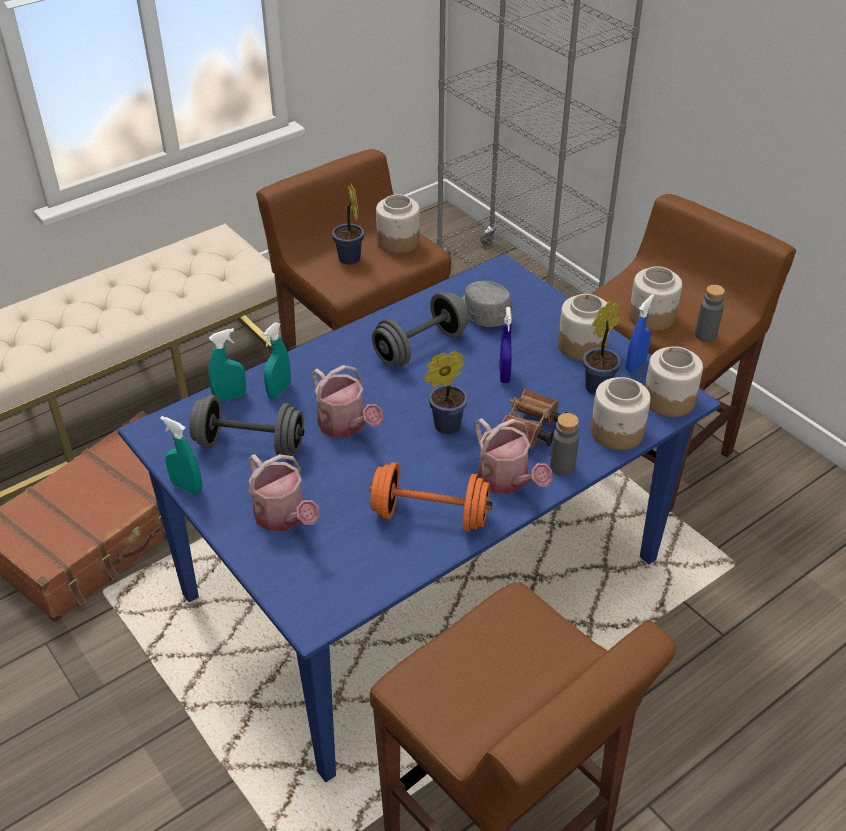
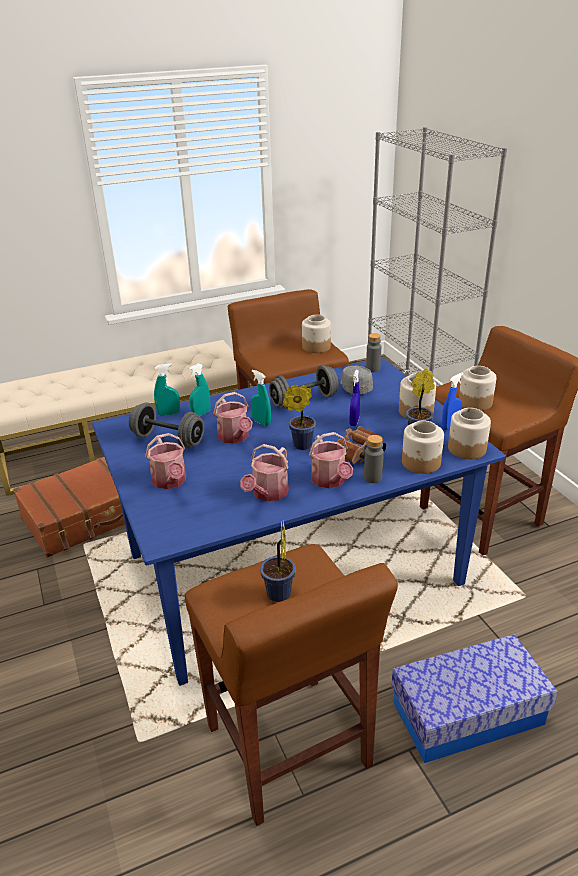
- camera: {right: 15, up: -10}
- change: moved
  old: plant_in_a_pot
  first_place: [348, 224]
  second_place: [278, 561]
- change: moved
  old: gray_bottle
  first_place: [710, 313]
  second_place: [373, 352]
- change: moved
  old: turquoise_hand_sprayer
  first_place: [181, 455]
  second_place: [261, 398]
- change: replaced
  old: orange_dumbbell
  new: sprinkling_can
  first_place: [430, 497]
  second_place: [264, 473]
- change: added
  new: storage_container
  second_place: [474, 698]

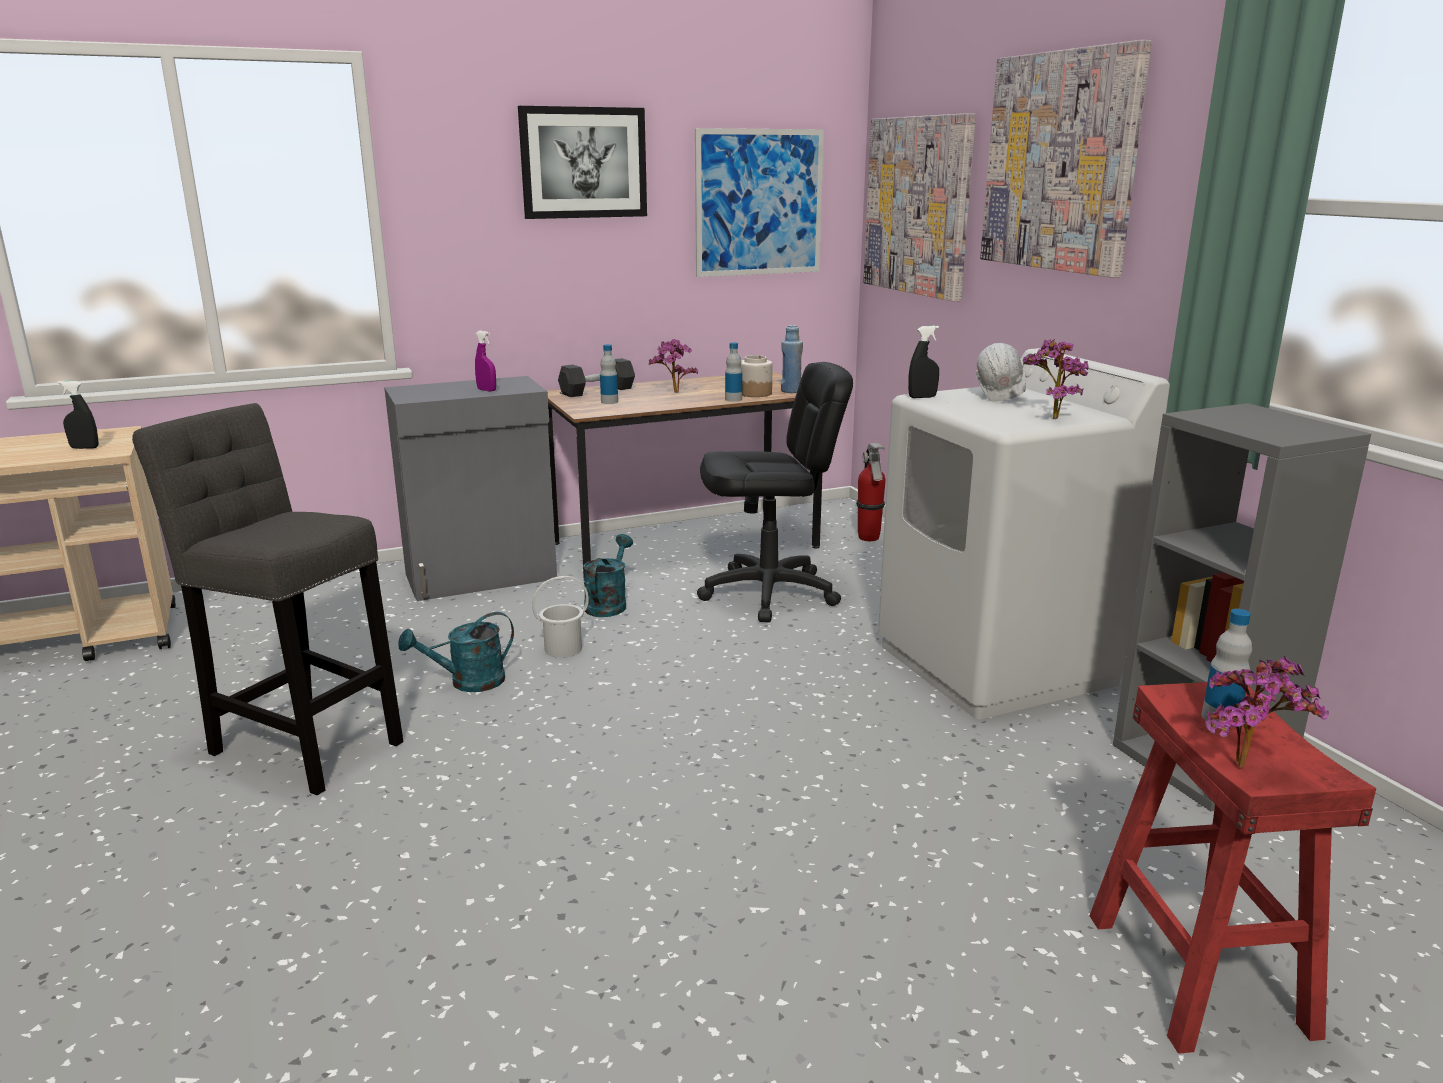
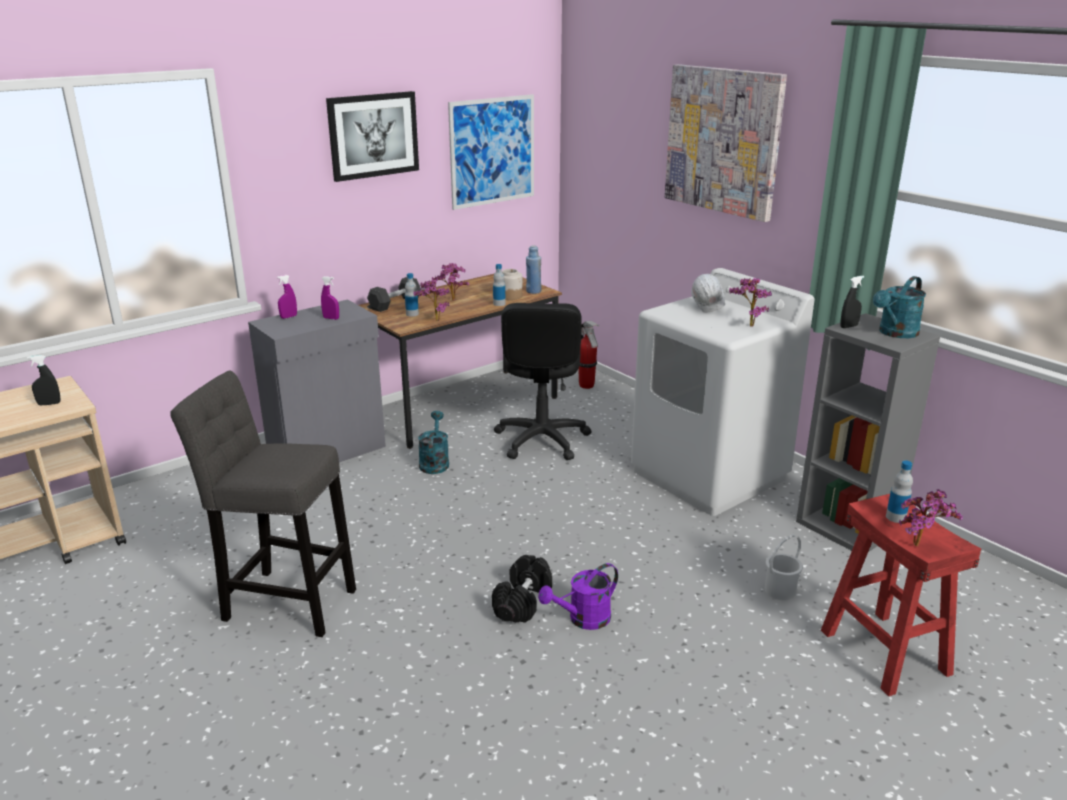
- camera: {right: -15, up: 5}
- change: removed
  old: wall_art
  first_place: [919, 207]
- change: moved
  old: black_hand_sprayer
  first_place: [923, 361]
  second_place: [852, 302]
- change: turned
  old: black_desk_chair
  first_place: [775, 492]
  second_place: [543, 381]
  degrees: 120
- change: moved
  old: whitish_pail
  first_place: [560, 617]
  second_place: [784, 567]
- change: moved
  old: turquoise_sprinkling_can
  first_place: [456, 652]
  second_place: [899, 307]
- change: added
  new: purple-coloured_hand_sprayer
  second_place: [287, 297]
- change: added
  new: plant_in_a_pot
  second_place: [431, 300]
- change: added
  new: black_dumbbell
  second_place: [522, 589]
- change: added
  new: purple-coloured_sprinkling_can
  second_place: [578, 596]

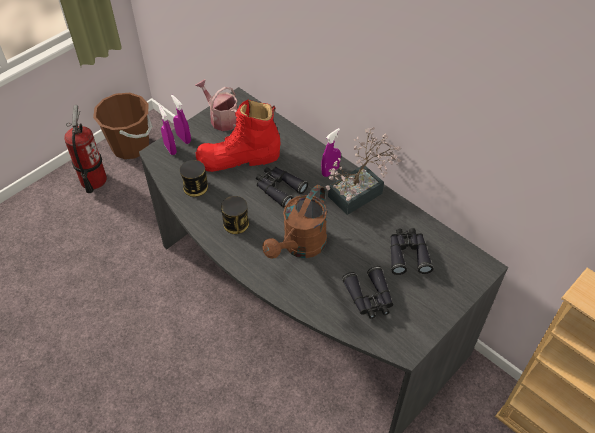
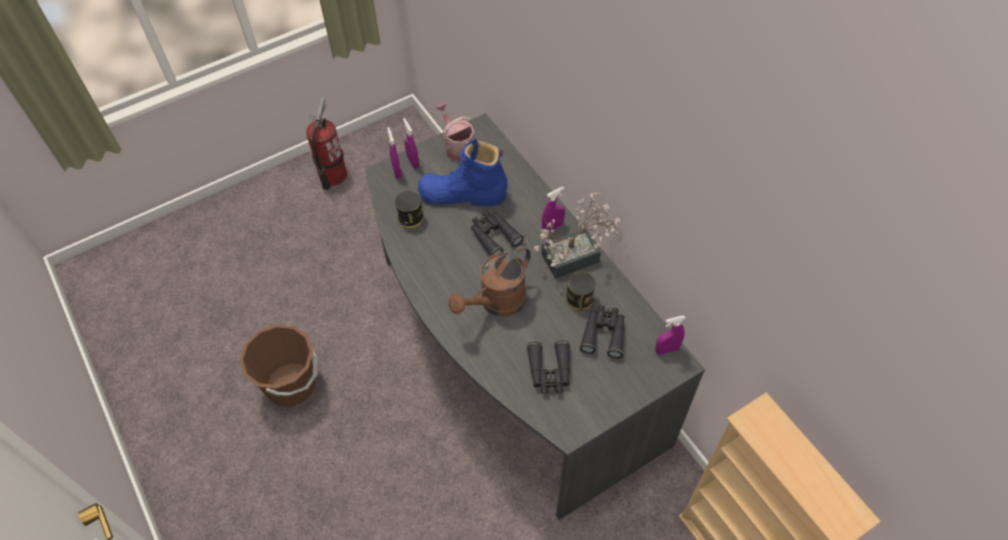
- camera: {right: 15, up: 5}
- change: moved
  old: brown_pail
  first_place: [122, 126]
  second_place: [278, 365]
- change: recoloured
  old: reddish_boot
  new: bluish_boot
  first_place: [238, 136]
  second_place: [463, 173]
- change: moved
  old: metal_can
  first_place: [235, 215]
  second_place: [581, 291]
- change: added
  new: purple-coloured_hand_sprayer
  second_place: [670, 335]

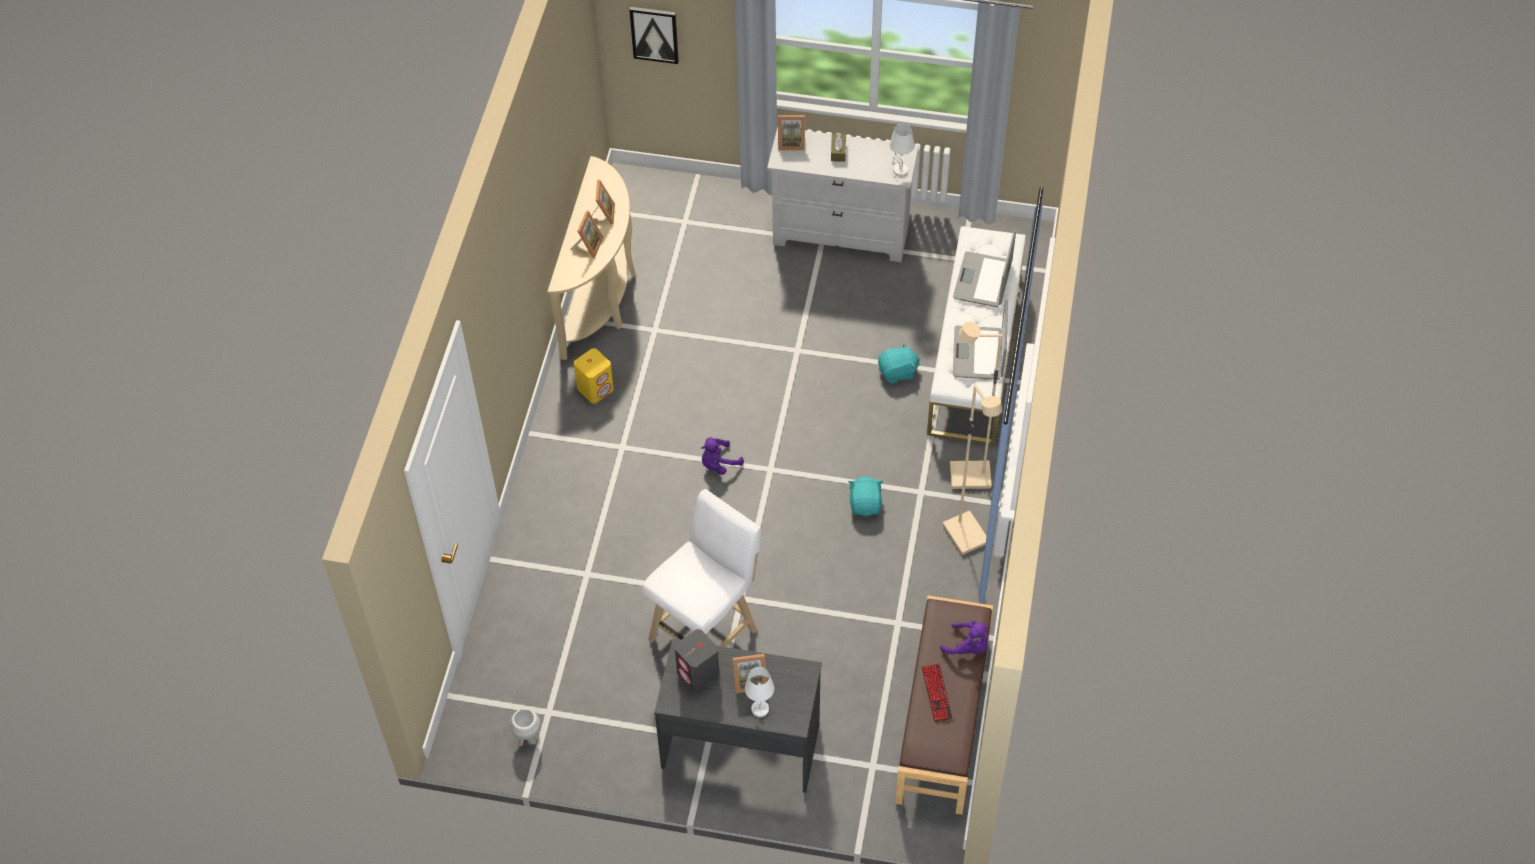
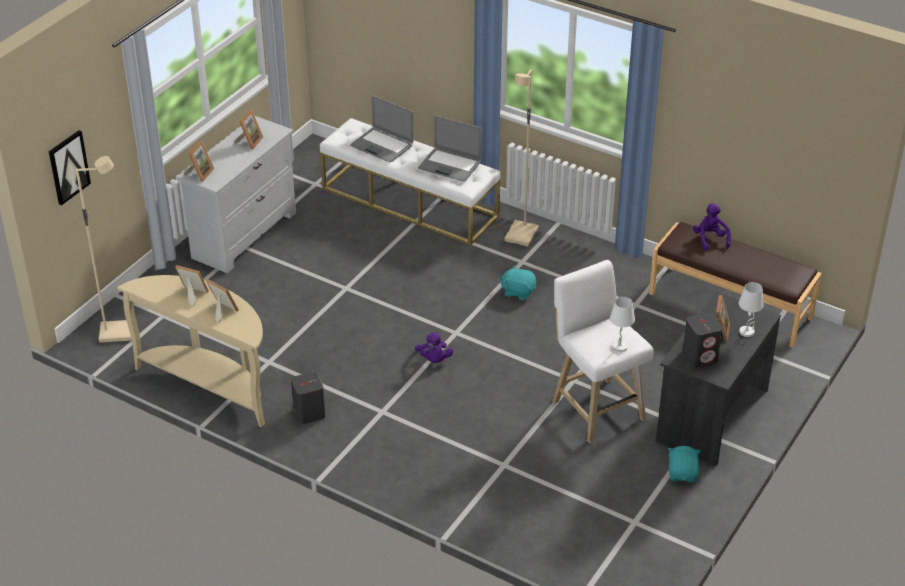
- camera: {right: -70, up: -15}
- change: moved
  old: whitish_lamp_for_a_table
  first_place: [902, 150]
  second_place: [622, 324]
- change: removed
  old: brown_box_of_tissues
  first_place: [838, 147]
- change: moved
  old: turquoise_soft_toy
  first_place: [899, 363]
  second_place: [684, 464]
- change: recoloured
  old: yellowish_loudspeaker
  new: gray_loudspeaker
  first_place: [594, 376]
  second_place: [308, 398]
- change: moved
  old: beige_standard_lamp
  first_place: [972, 469]
  second_place: [104, 249]
- change: turned
  old: purple-coloured_soft_toy
  first_place: [964, 637]
  second_place: [712, 227]
  degrees: -60
- change: removed
  old: computer_keyboard
  first_place: [937, 692]
- change: removed
  old: whitish_planter
  first_place: [525, 727]
- change: added
  new: picture_frame
  second_place: [248, 129]

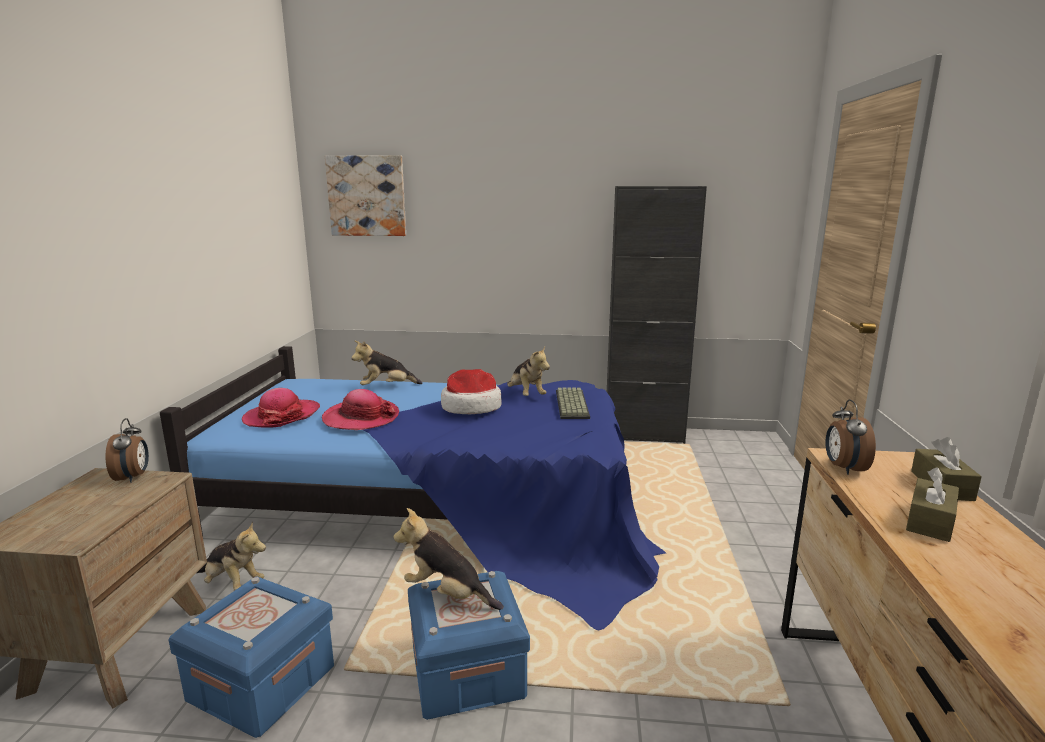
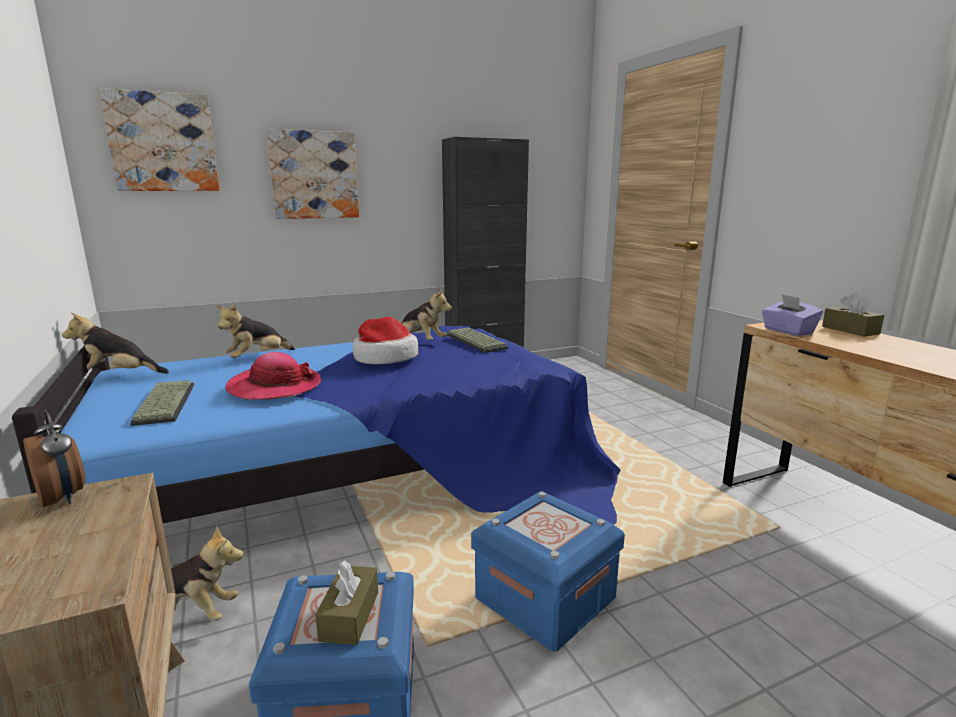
- camera: {right: -30, up: 0}
- change: replaced
  old: wearable_hat
  new: computer_keyboard
  first_place: [281, 408]
  second_place: [162, 403]
- change: replaced
  old: table_clock
  new: purple-coloured_box_of_tissues
  first_place: [850, 437]
  second_place: [792, 315]
- change: moved
  old: brown_box_of_tissues
  first_place: [932, 504]
  second_place: [346, 602]
- change: moved
  old: soft_toy
  first_place: [448, 559]
  second_place: [115, 343]
- change: added
  new: wall_art
  second_place: [312, 174]

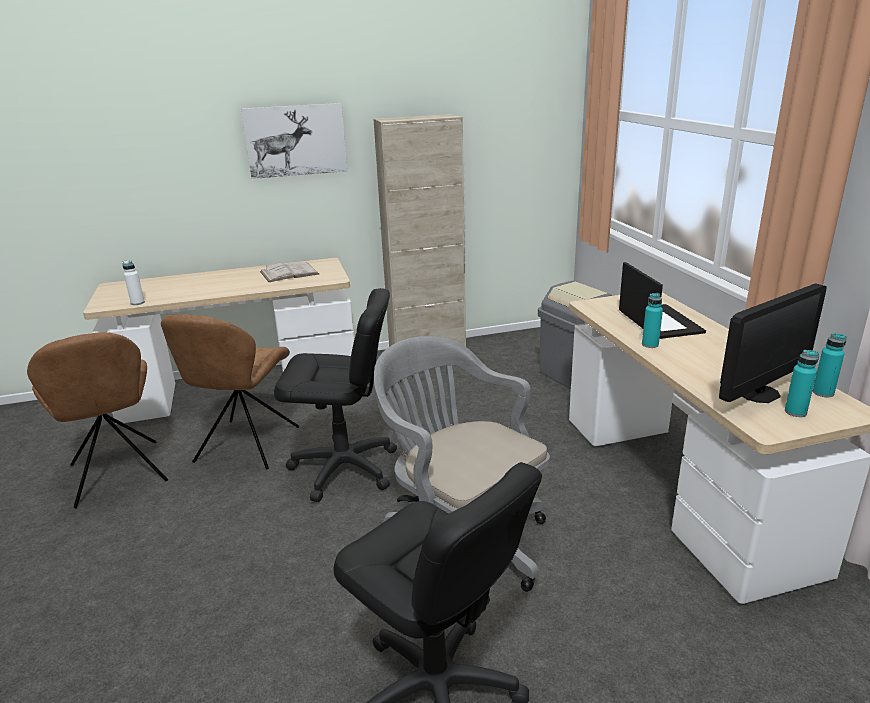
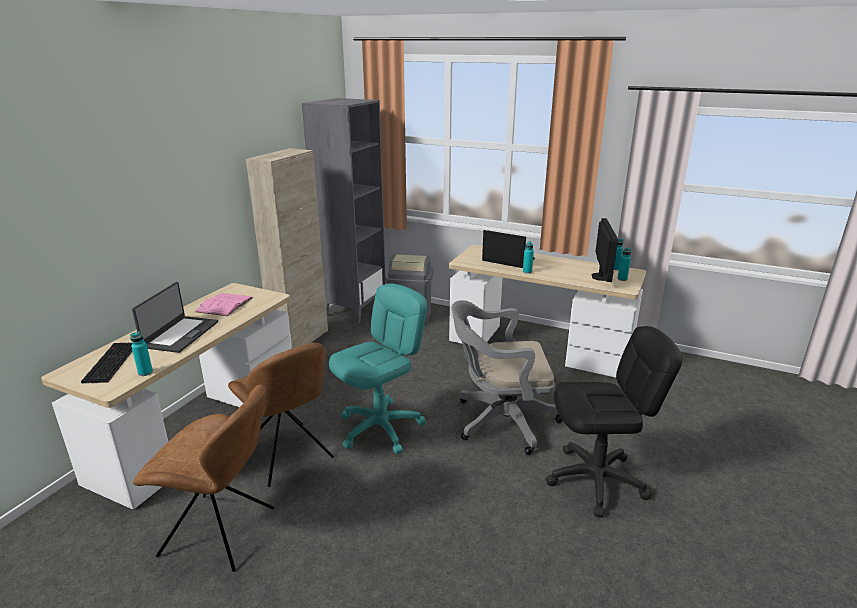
- camera: {right: -50, up: 0}
- change: removed
  old: wall_art
  first_place: [294, 141]
- change: recoloured
  old: whitish_bottle
  new: turquoise_bottle
  first_place: [133, 283]
  second_place: [141, 353]
- change: recoloured
  old: whitish_bound_book
  new: pink-coloured_bound_book
  first_place: [289, 272]
  second_place: [224, 304]
- change: recoloured
  old: black_desk_chair
  new: turquoise_desk_chair
  first_place: [335, 395]
  second_place: [378, 369]
- change: added
  new: gray_bookcase
  second_place: [344, 211]
- change: added
  new: laptop
  second_place: [175, 317]
- change: added
  new: computer_keyboard
  second_place: [107, 363]

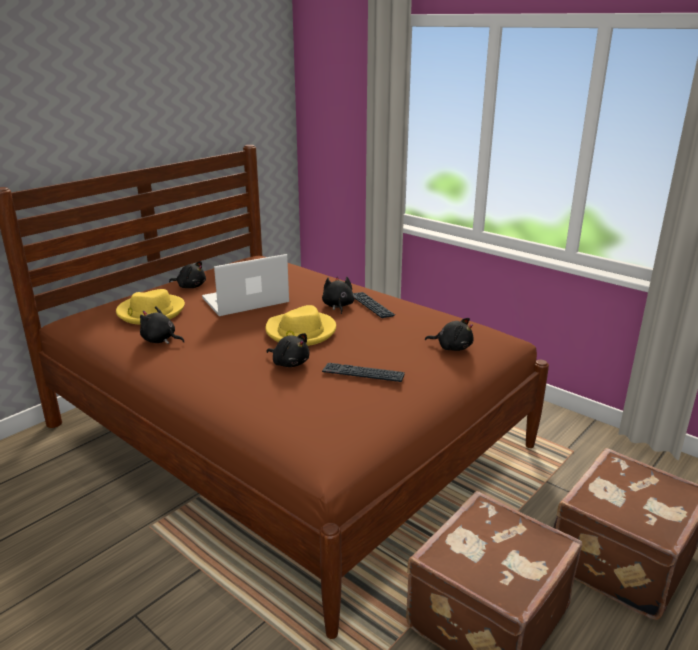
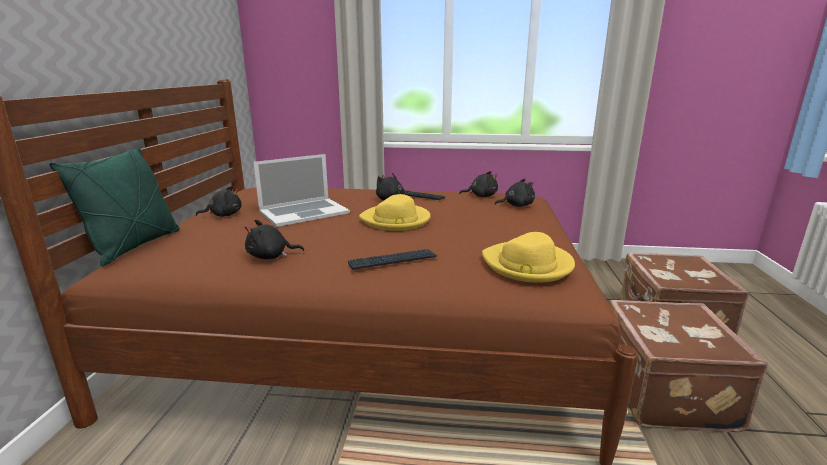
- camera: {right: -35, up: -5}
- change: turned
  old: laptop
  first_place: [245, 285]
  second_place: [301, 190]
  degrees: -150
- change: moved
  old: yellowish_wearable_hat
  first_place: [150, 307]
  second_place: [528, 257]
- change: moved
  old: black_soft_toy
  first_place: [288, 350]
  second_place: [478, 184]
- change: moved
  old: computer_keyboard
  first_place: [363, 372]
  second_place: [392, 259]
- change: added
  new: greenish_cushion
  second_place: [114, 207]

